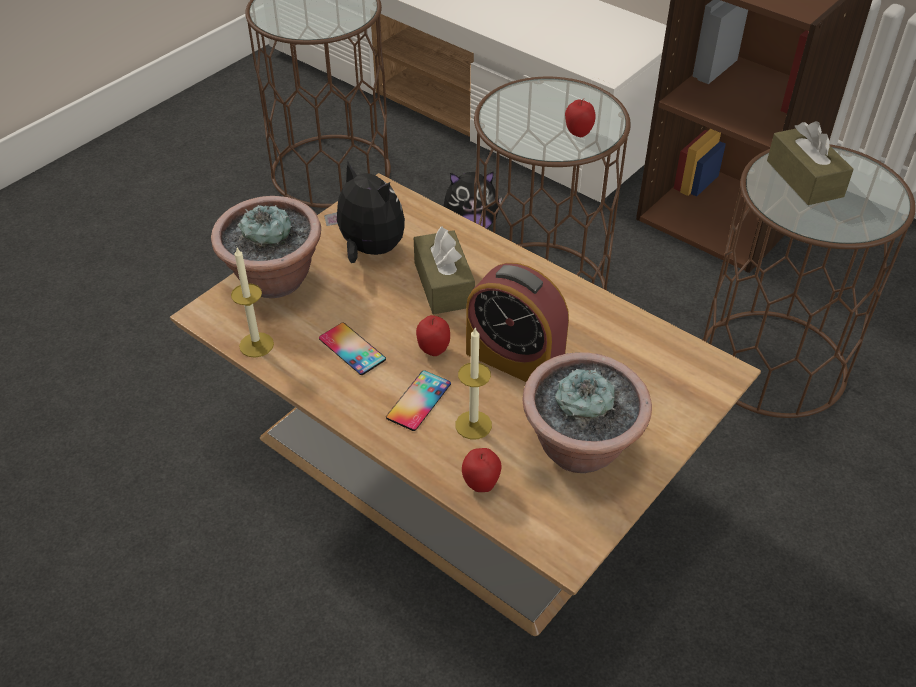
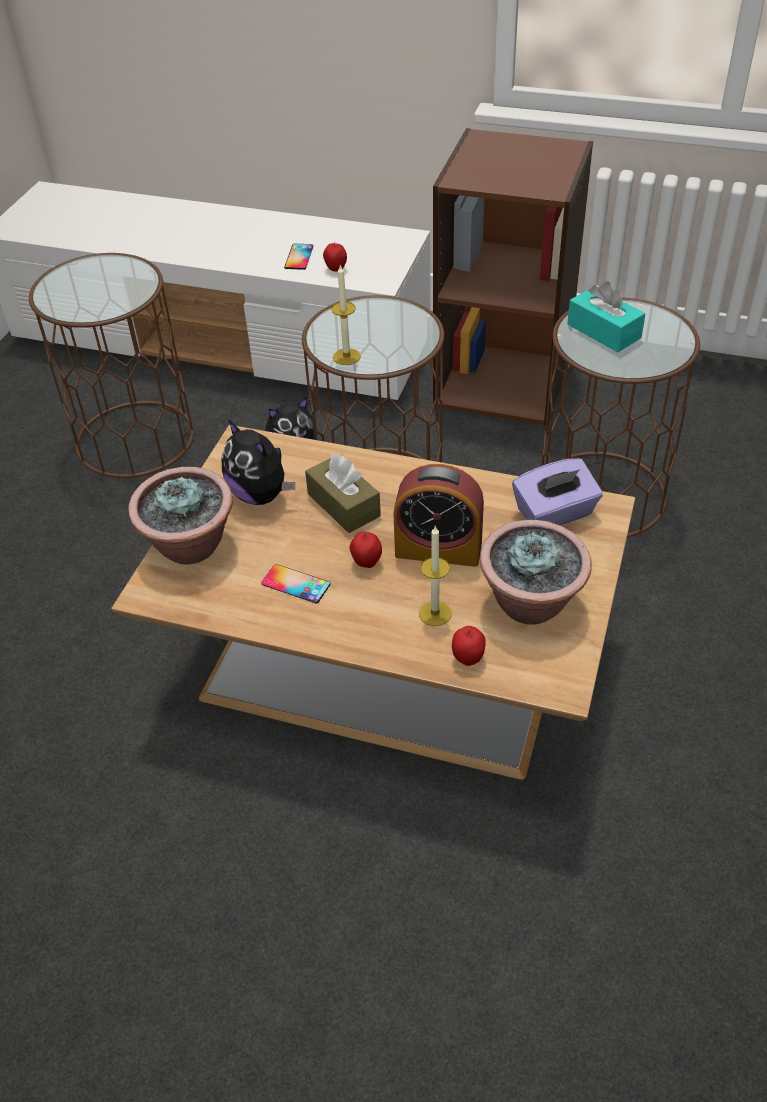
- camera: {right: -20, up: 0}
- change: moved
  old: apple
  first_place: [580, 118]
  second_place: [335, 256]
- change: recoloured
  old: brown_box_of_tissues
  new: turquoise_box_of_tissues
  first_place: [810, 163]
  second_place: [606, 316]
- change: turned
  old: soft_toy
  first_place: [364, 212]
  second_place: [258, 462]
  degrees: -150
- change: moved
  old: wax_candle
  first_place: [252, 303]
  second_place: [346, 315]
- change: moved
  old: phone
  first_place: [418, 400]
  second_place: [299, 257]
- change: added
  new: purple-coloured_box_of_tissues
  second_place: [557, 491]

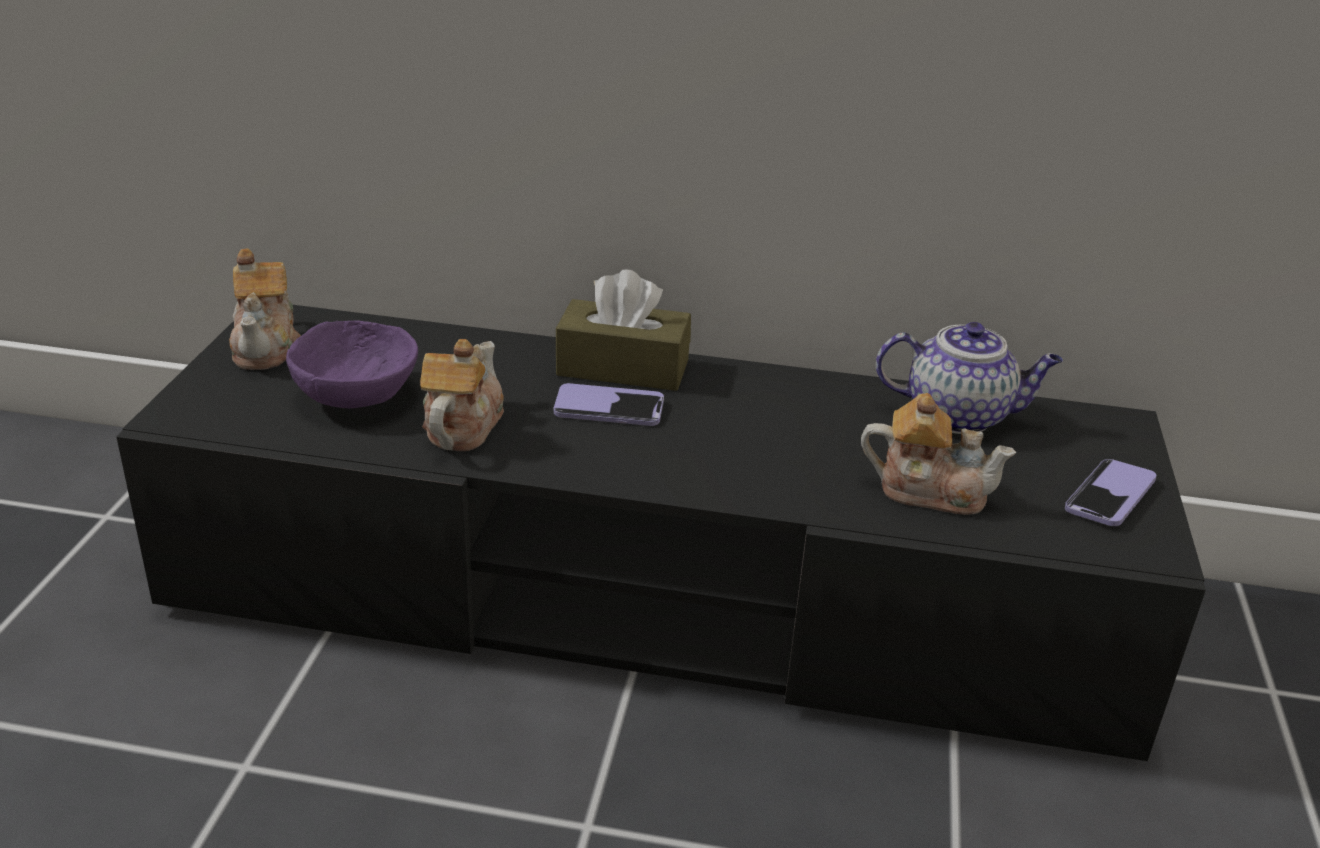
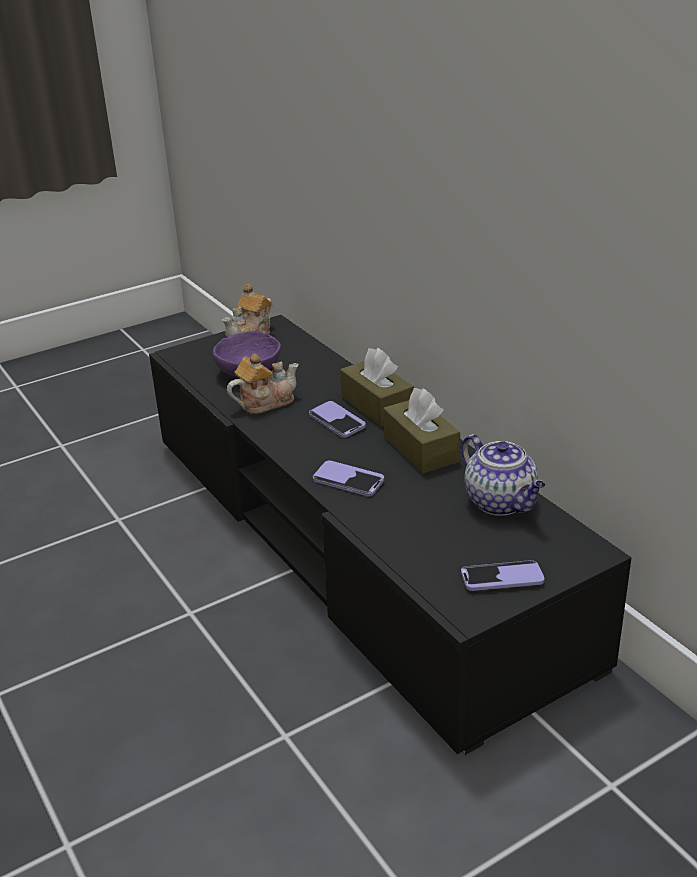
- camera: {right: 50, up: 0}
- change: removed
  old: tea_pot
  first_place: [939, 454]
- change: added
  new: brown_box_of_tissues
  second_place: [421, 431]
- change: added
  new: phone
  second_place: [348, 478]

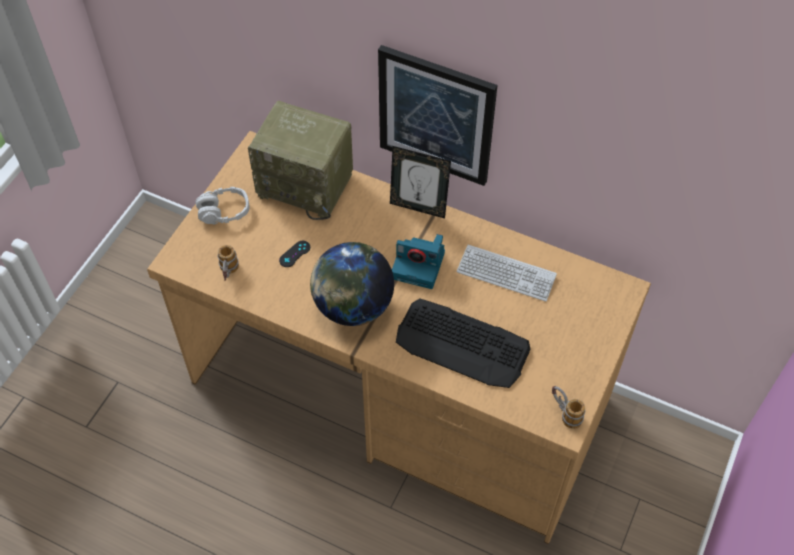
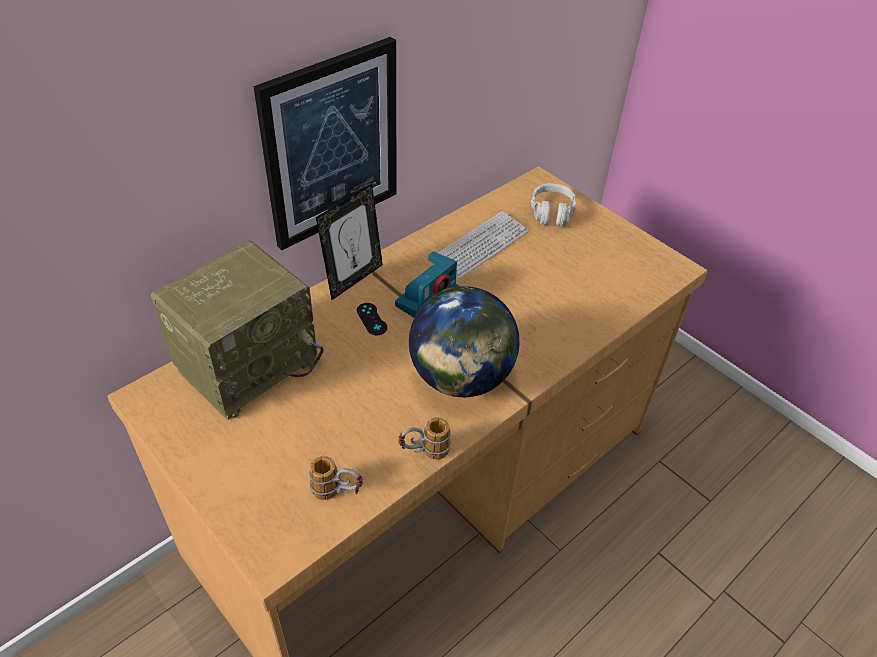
- camera: {right: -70, up: -10}
- change: moved
  old: gray_pair_of_headphones
  first_place: [223, 205]
  second_place: [553, 205]
- change: moved
  old: black_joypad
  first_place: [294, 254]
  second_place: [372, 319]
- change: removed
  old: computer_keyboard
  first_place: [463, 343]
- change: moved
  old: mug
  first_place: [568, 407]
  second_place: [424, 438]

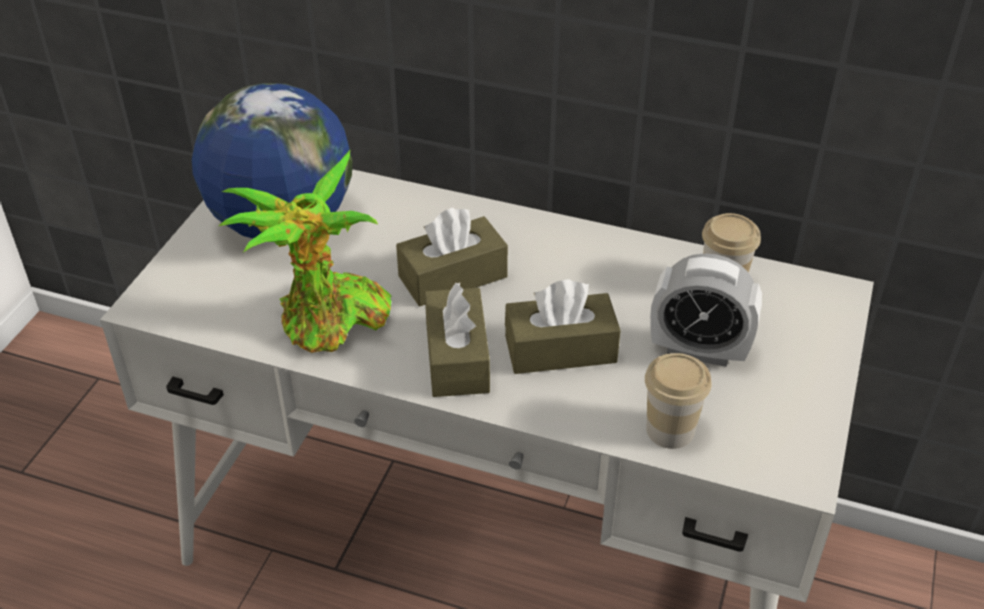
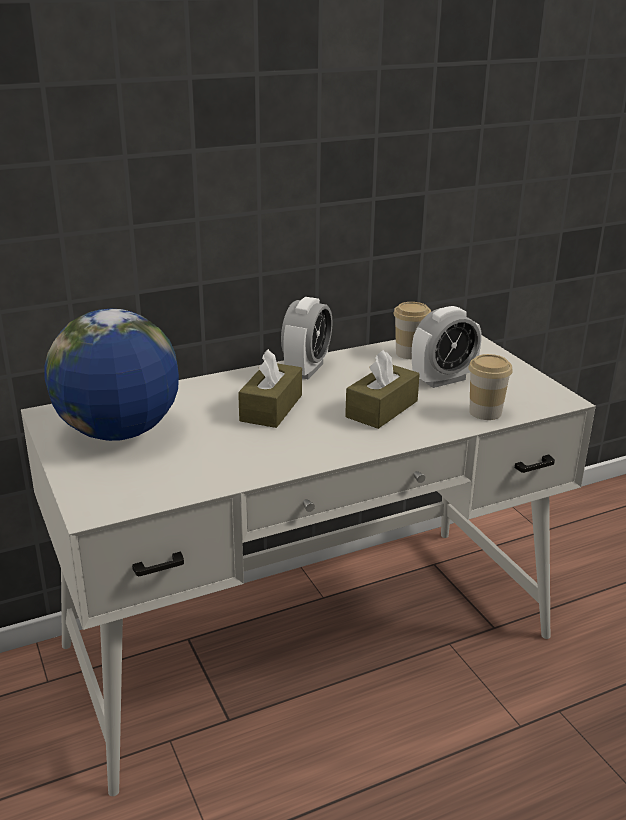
- camera: {right: -45, up: -15}
- change: removed
  old: plant_in_a_pot
  first_place: [305, 251]
- change: removed
  old: brown_box_of_tissues
  first_place: [457, 340]
- change: added
  new: table_clock
  second_place: [306, 338]

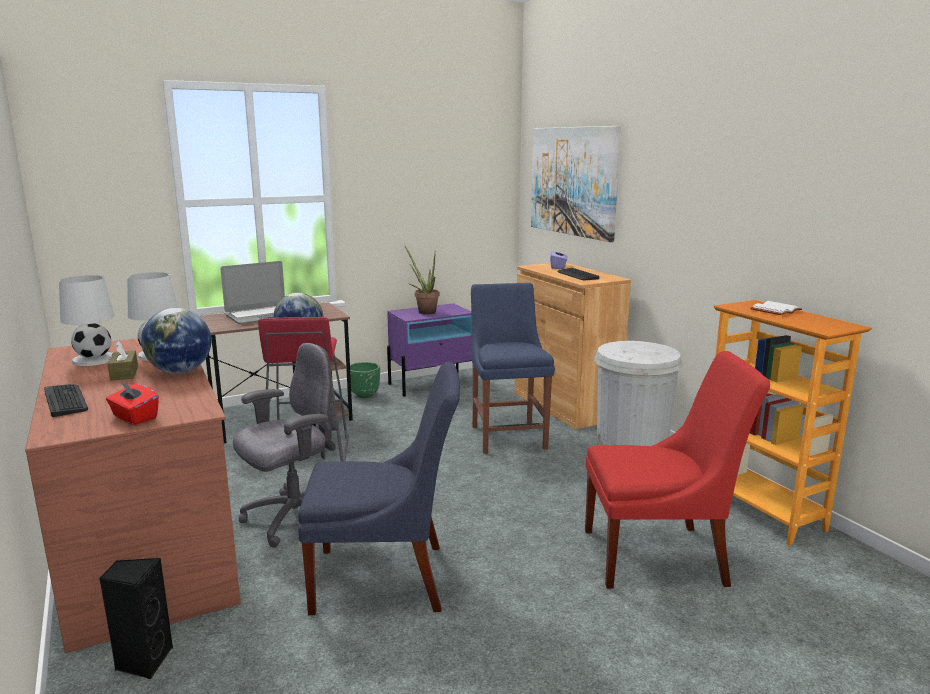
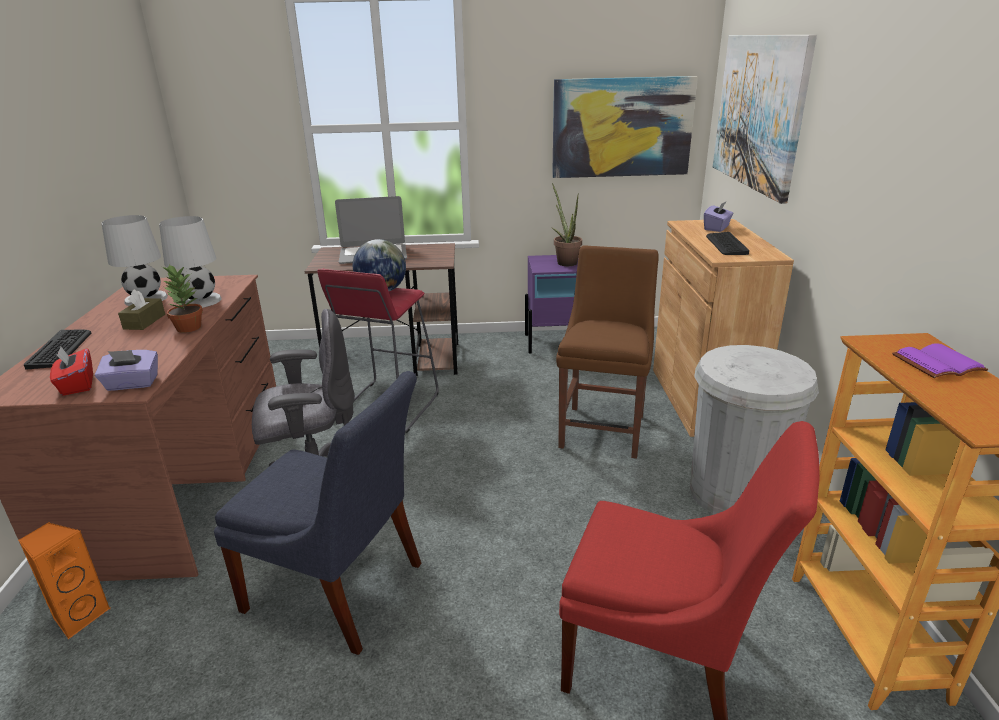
- camera: {right: 25, up: 10}
- change: recoloured
  old: bluish_plain_chair
  new: brown_plain_chair
  first_place: [513, 368]
  second_place: [607, 352]
- change: recoloured
  old: whitish_bound_book
  new: purple-coloured_bound_book
  first_place: [776, 308]
  second_place: [940, 360]
- change: replaced
  old: globe
  new: plant_in_a_pot
  first_place: [176, 341]
  second_place: [183, 298]
- change: removed
  old: greenish_planter
  first_place: [365, 380]
- change: recoloured
  old: black_loudspeaker
  new: orange_loudspeaker
  first_place: [136, 618]
  second_place: [64, 580]
- change: added
  new: wall_art
  second_place: [625, 127]
- change: added
  new: purple-coloured_box_of_tissues
  second_place: [126, 370]

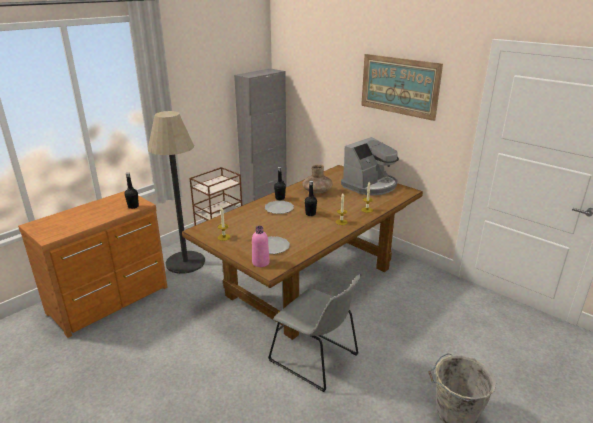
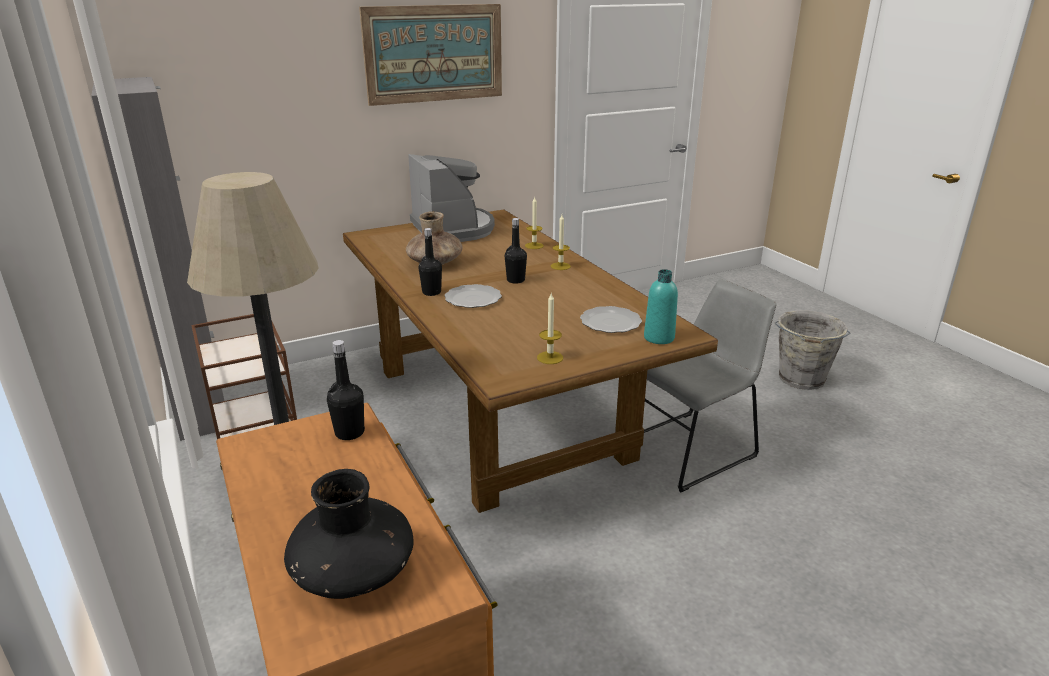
- camera: {right: -70, up: 0}
- change: recoloured
  old: pink-coloured_bottle
  new: turquoise_bottle
  first_place: [261, 246]
  second_place: [661, 306]
- change: added
  new: black_vase
  second_place: [349, 534]

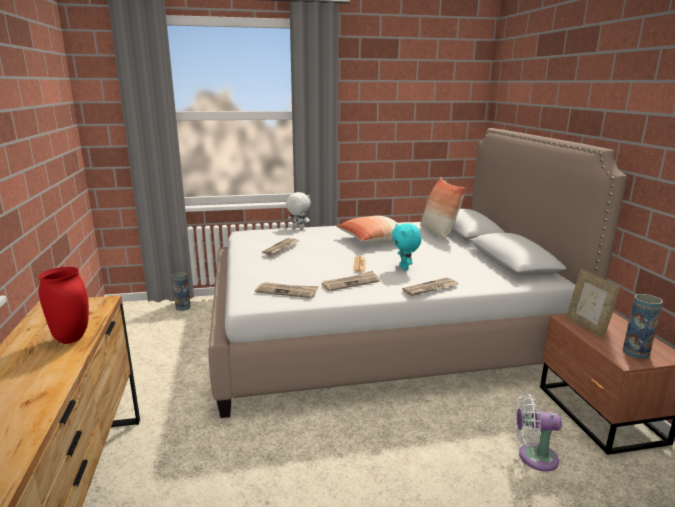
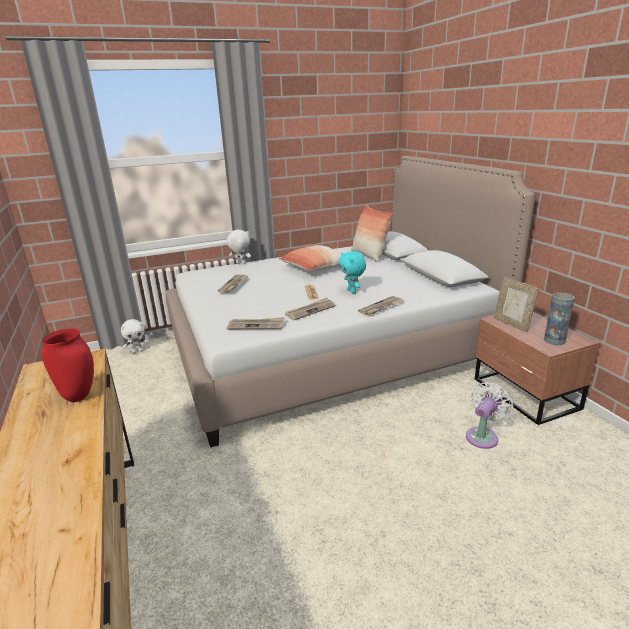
- camera: {right: -10, up: 5}
- change: replaced
  old: vase
  new: whitish_soft_toy
  first_place: [181, 291]
  second_place: [134, 336]
- change: turned
  old: whitish_cooling_fan
  first_place: [538, 432]
  second_place: [490, 415]
  degrees: 135

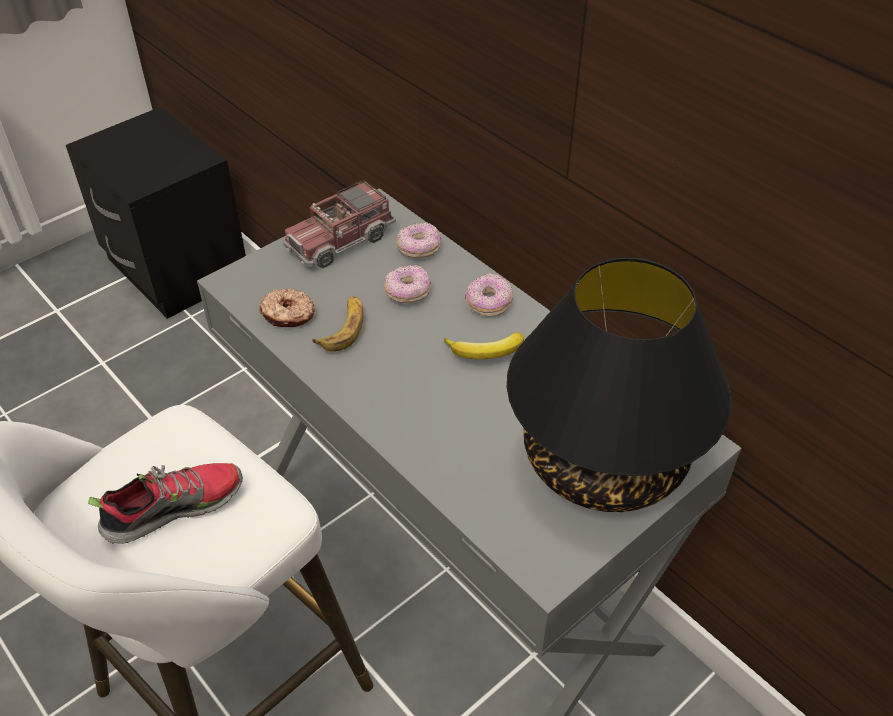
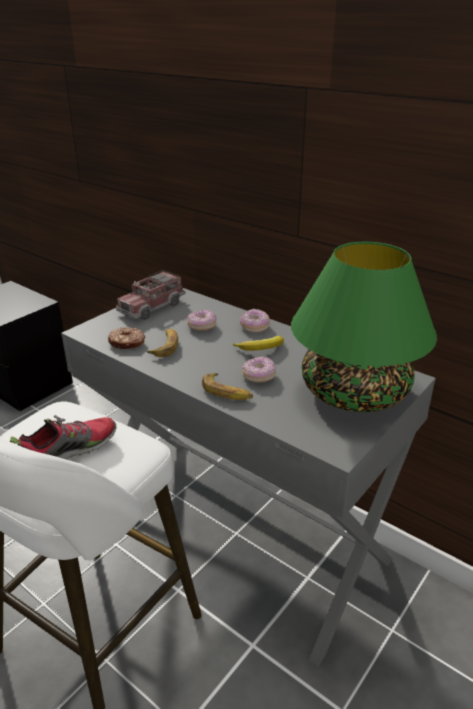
- camera: {right: -10, up: -15}
- change: moved
  old: ring_doughnut
  first_place: [419, 240]
  second_place: [259, 369]
- change: recoloured
  old: black_lamp_for_a_table
  new: greenish_lamp_for_a_table
  first_place: [619, 385]
  second_place: [364, 327]
- change: added
  new: banana_fruit
  second_place: [227, 386]

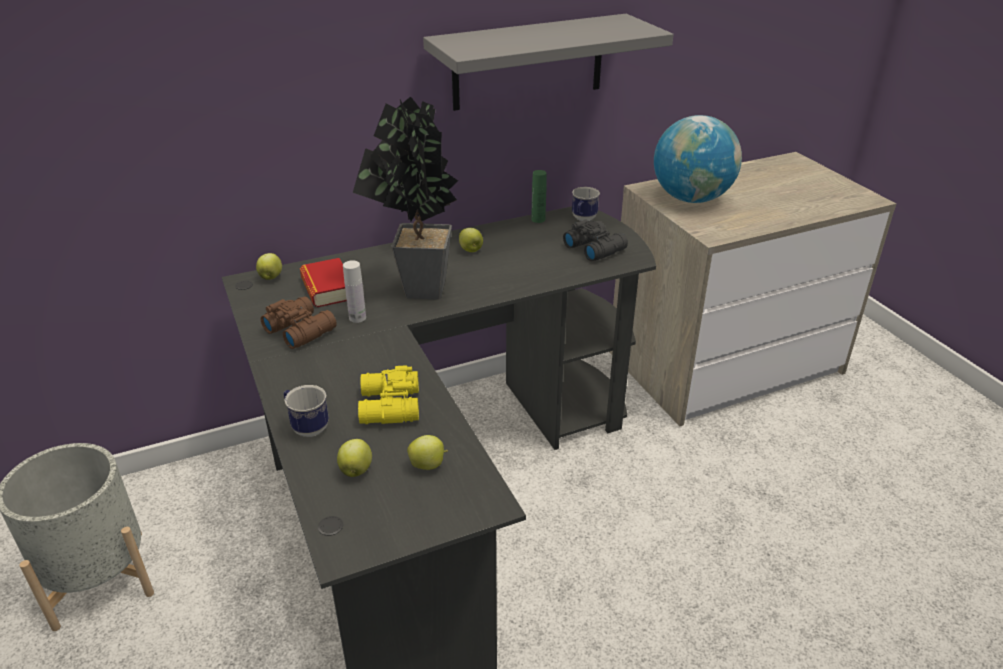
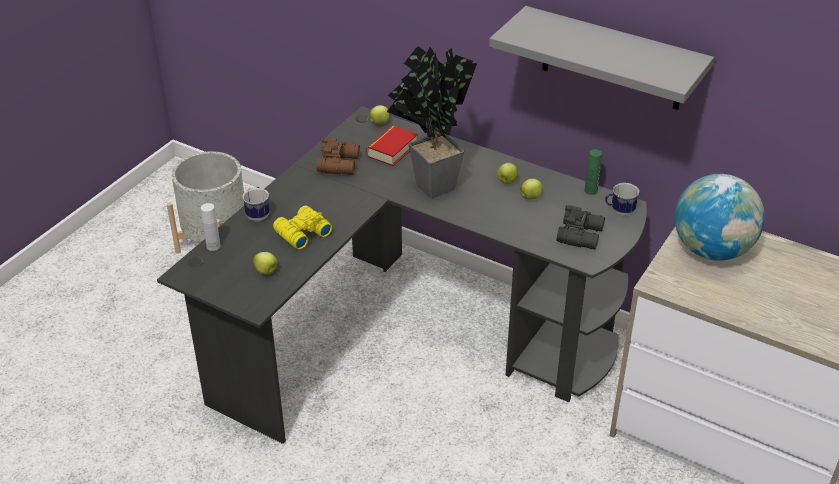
- camera: {right: 55, up: 5}
- change: moved
  old: whitish_bottle
  first_place: [354, 291]
  second_place: [210, 227]
- change: moved
  old: apple
  first_place: [354, 458]
  second_place: [531, 189]

